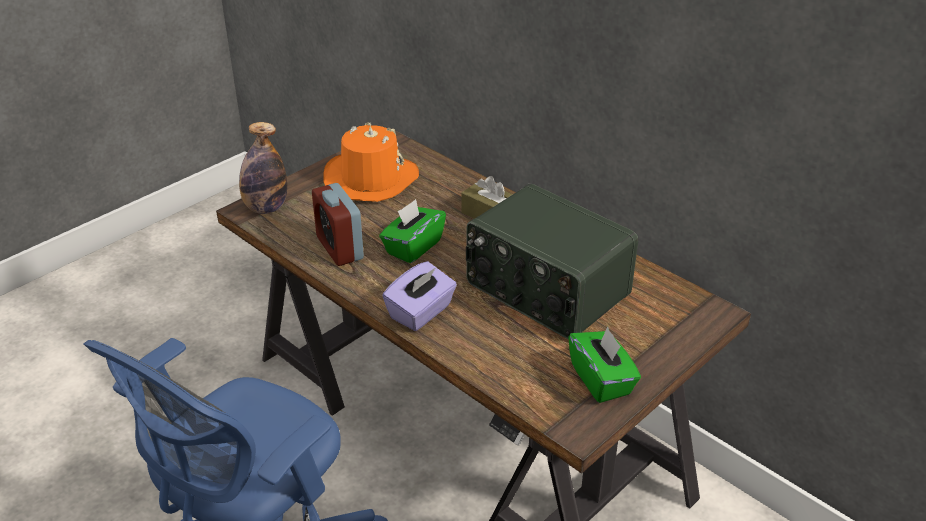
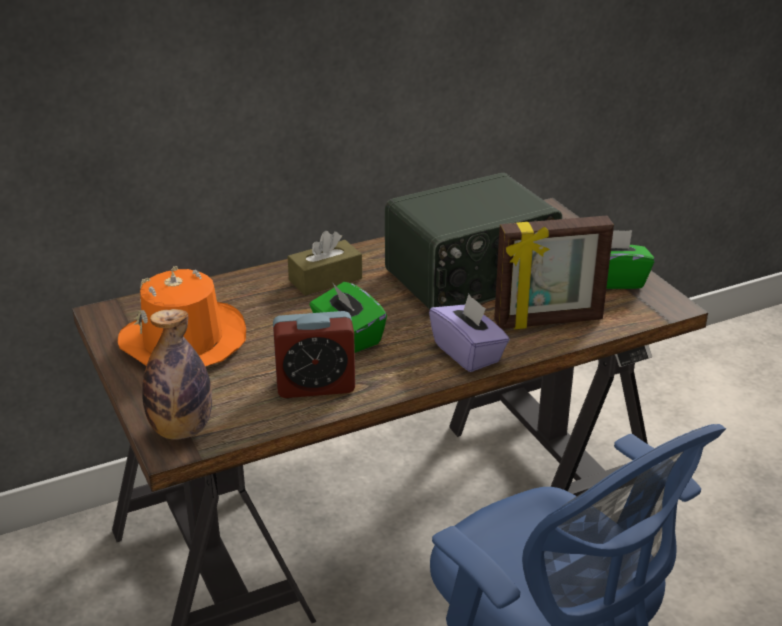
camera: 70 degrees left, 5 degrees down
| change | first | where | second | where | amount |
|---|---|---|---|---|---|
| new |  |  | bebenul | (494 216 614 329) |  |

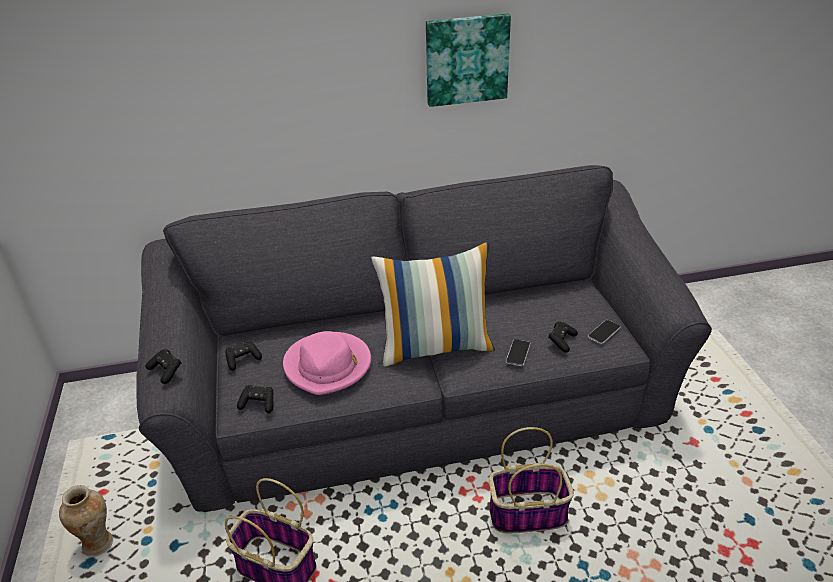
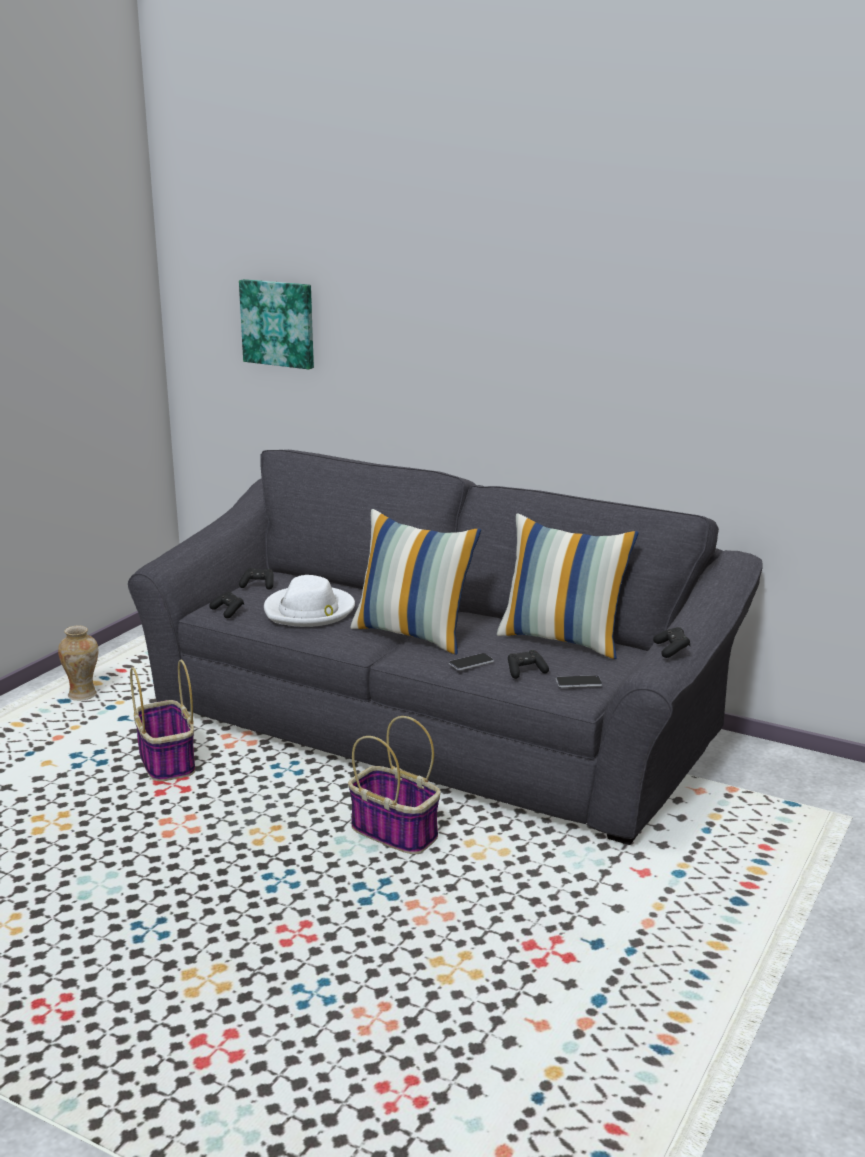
camera: 40 degrees right, 15 degrees down
| change | first | where | second | where | amount |
|---|---|---|---|---|---|
| shifted | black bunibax | (146 349 182 384) |  | (653 627 690 658) |  |
| repainted | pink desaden | (283 331 371 395) | white desaden | (264 575 355 627) |  |
| shifted | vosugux | (426 13 511 107) |  | (239 279 314 369) |  |
| new |  |  | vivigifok | (497 513 639 659) |  |

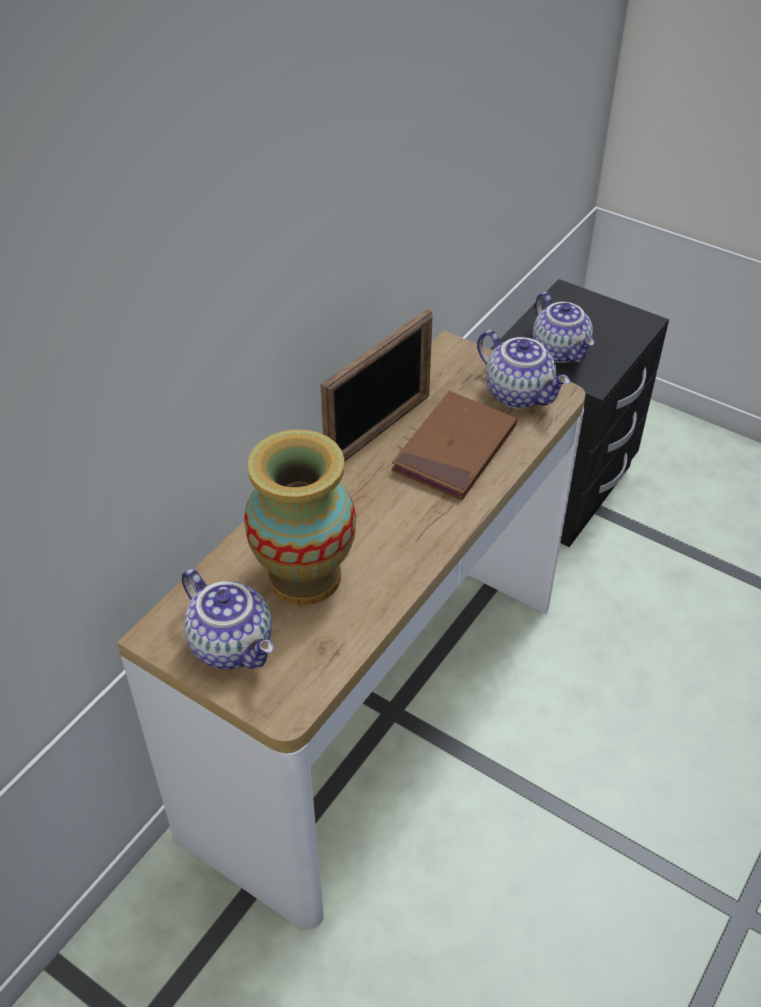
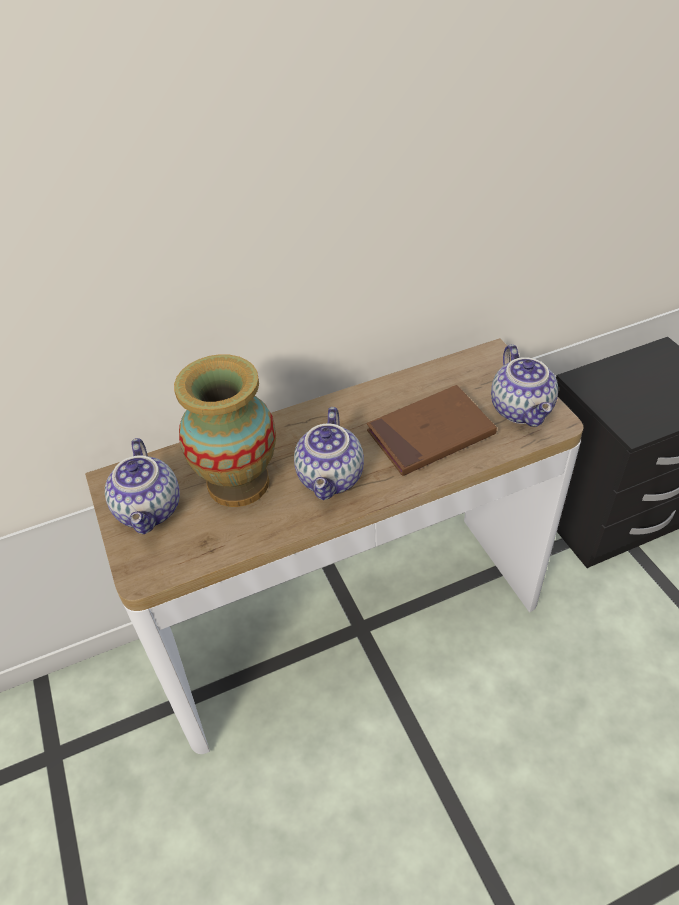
camera: 35 degrees right, 0 degrees up
| change | first | where | second | where | amount |
|---|---|---|---|---|---|
| gone | bebenul | (321 309 433 461) |  |  |  |
| shifted | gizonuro | (533 292 594 363) |  | (294 407 364 500) |  |

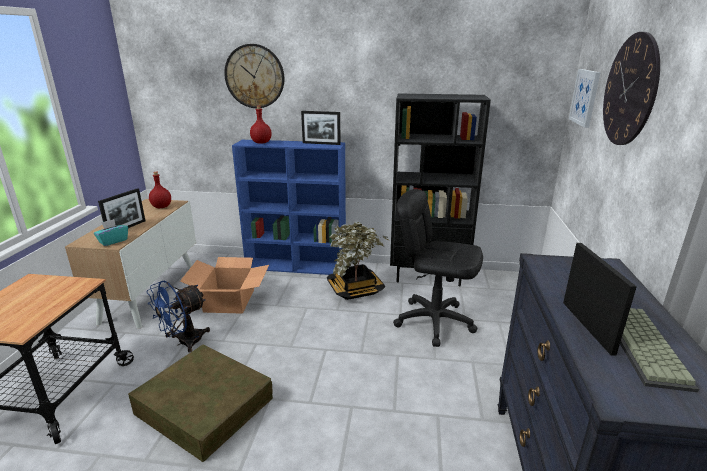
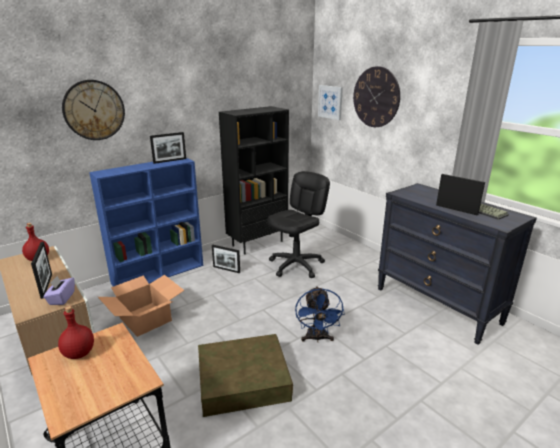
camera: 45 degrees left, 0 degrees up
| change | first | where | second | where | amount |
|---|---|---|---|---|---|
| repainted | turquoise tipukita | (94 219 128 246) | purple tipukita | (43 276 75 305) |  |
| shifted | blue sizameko | (146 280 210 352) |  | (295 286 345 343) |  |
| shifted | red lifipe | (250 106 272 144) |  | (58 306 94 359) |  |
| swapped | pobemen | (327 222 389 300) | bebenul | (212 245 240 273) |  |
| rotated | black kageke | (393 189 483 347) |  | (267 171 330 278) | 150 degrees clockwise |

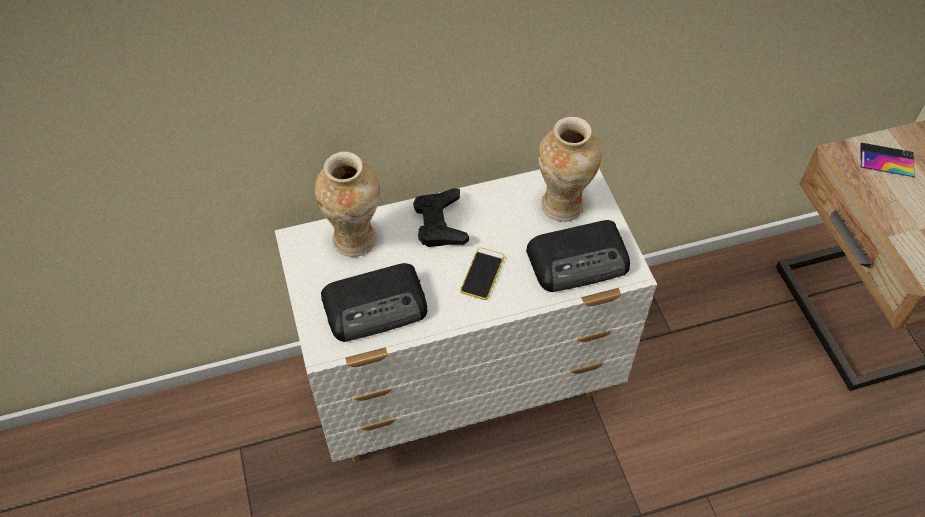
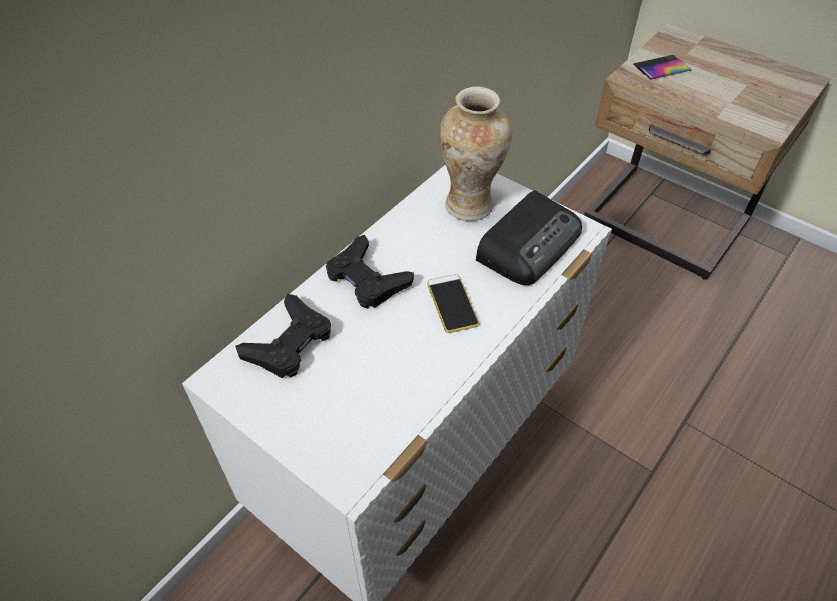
camera: 35 degrees left, 5 degrees down
| change | first | where | second | where | amount |
|---|---|---|---|---|---|
| swapped | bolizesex | (315 152 380 257) | black bunibax | (235 294 331 378) |  |
| gone | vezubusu | (321 263 427 342) |  |  |  |

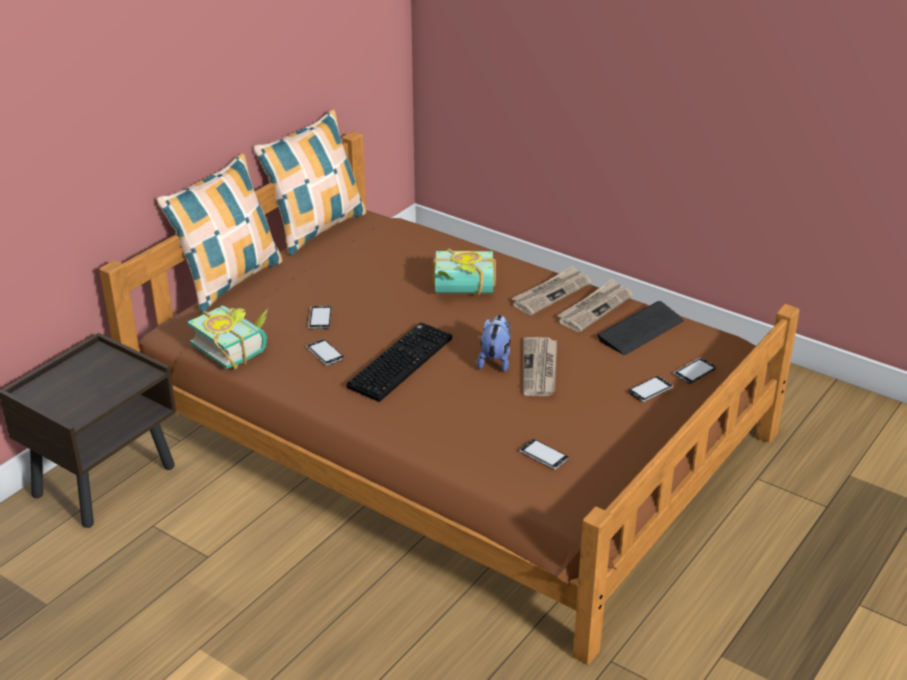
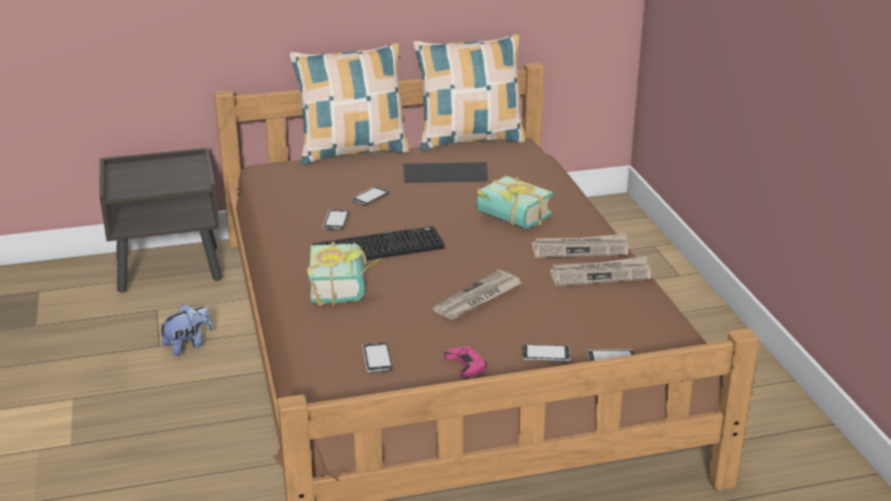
camera: 40 degrees right, 5 degrees down
| change | first | where | second | where | amount |
|---|---|---|---|---|---|
| shifted | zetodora | (187 306 268 369) |  | (307 241 381 306) |  |
| shifted | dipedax | (477 315 511 372) |  | (159 305 213 356) |  |
| shifted | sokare | (597 301 684 355) |  | (403 162 488 183) |  |
| new |  |  | pink bunibax | (445 347 487 378) |  |

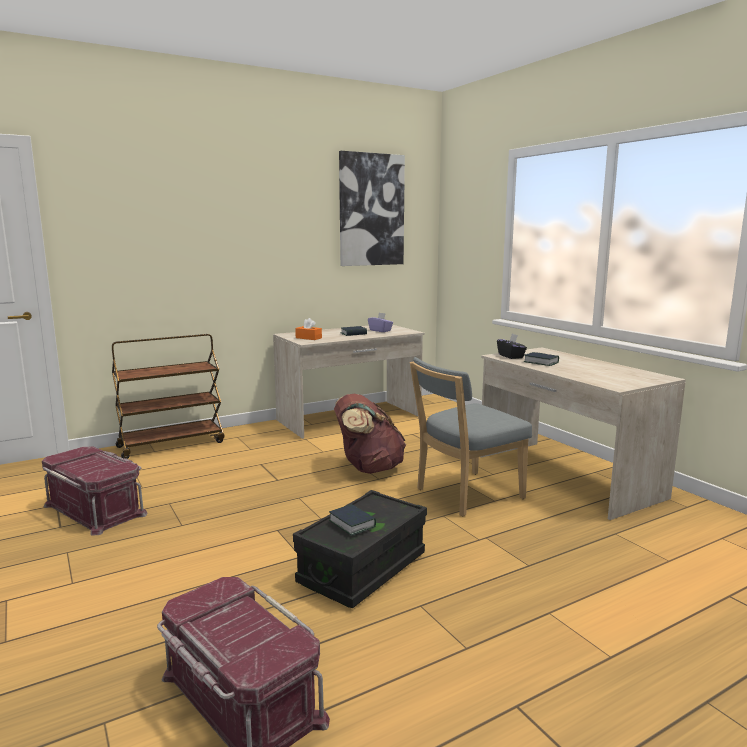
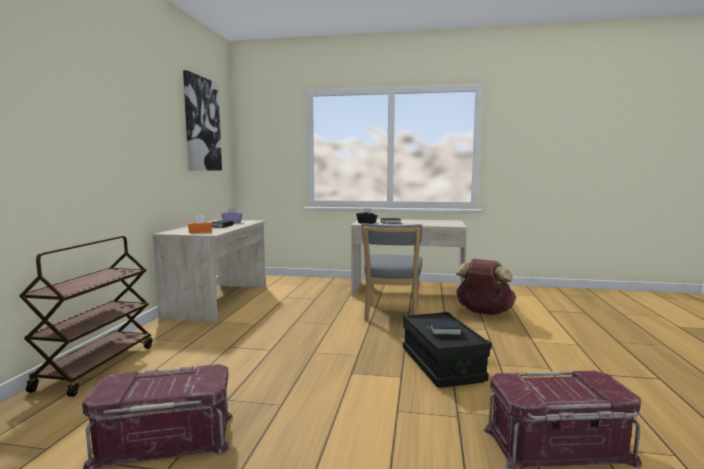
camera: 50 degrees left, 5 degrees down
| change | first | where | second | where | amount |
|---|---|---|---|---|---|
| shifted | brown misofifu | (334 394 406 474) |  | (456 259 516 315) |  |

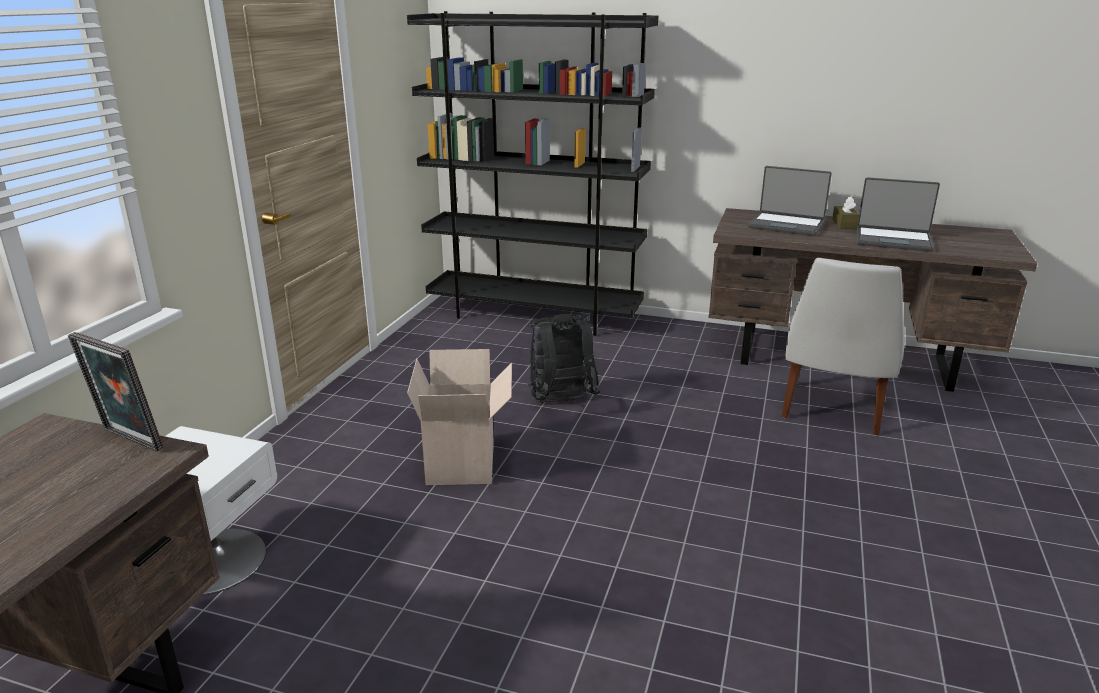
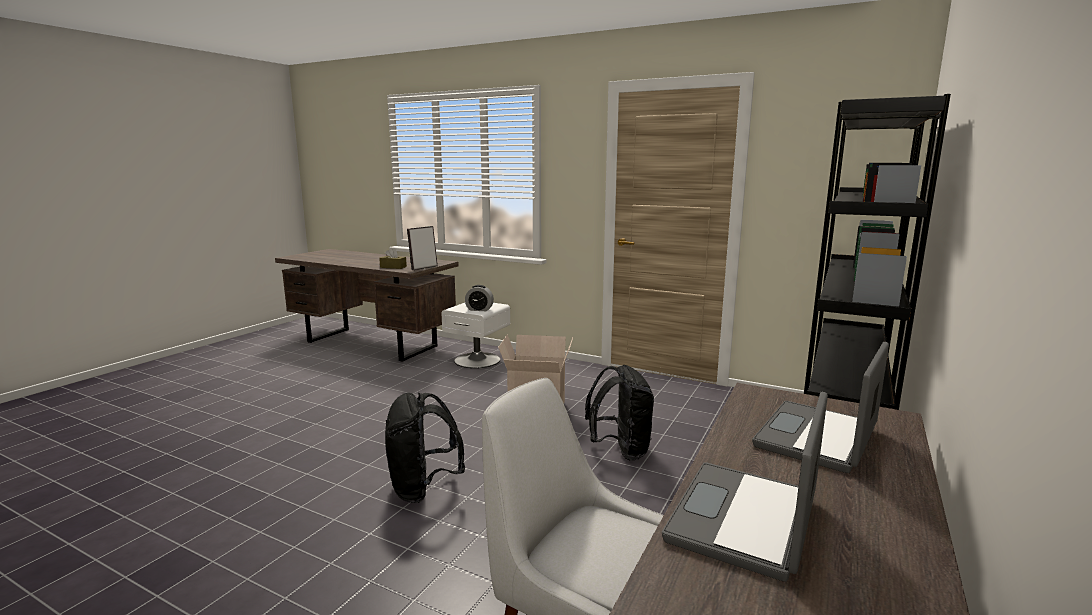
camera: 100 degrees right, 10 degrees down
| change | first | where | second | where | amount |
|---|---|---|---|---|---|
| shifted | brown tipukita | (832 196 859 229) |  | (379 248 407 269) |  |
| new |  |  | black misofifu | (385 393 465 503) |  |
| new |  |  | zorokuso | (465 285 494 311) |  |

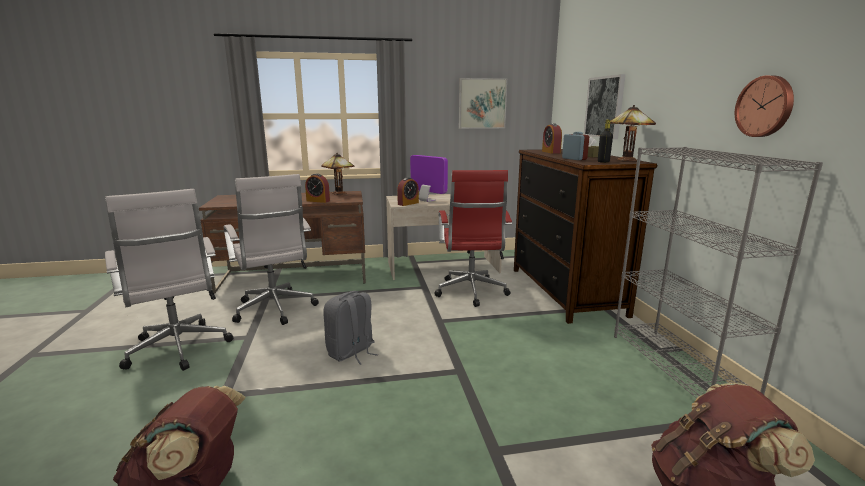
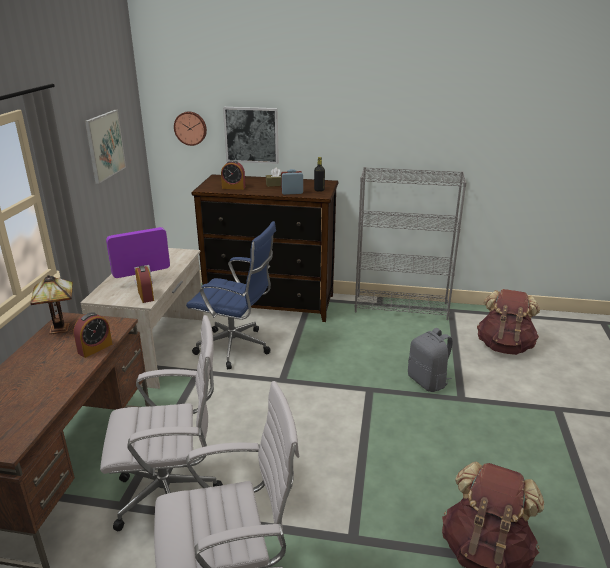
camera: 70 degrees left, 10 degrees up
| change | first | where | second | where | amount |
|---|---|---|---|---|---|
| shifted | grey misofifu | (324 291 378 365) |  | (408 328 453 392) |  |
| repainted | red kageke | (434 170 512 307) | blue kageke | (186 221 276 370) |  |
| gone | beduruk | (610 105 656 161) |  |  |  |
| shifted | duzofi | (735 75 794 137) |  | (174 111 207 146) |  |

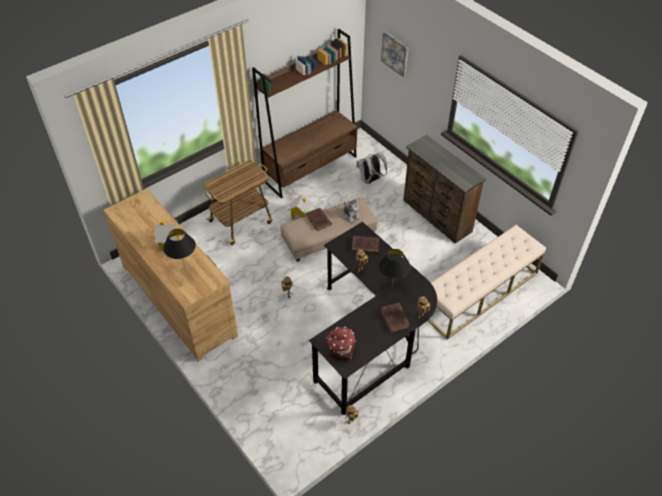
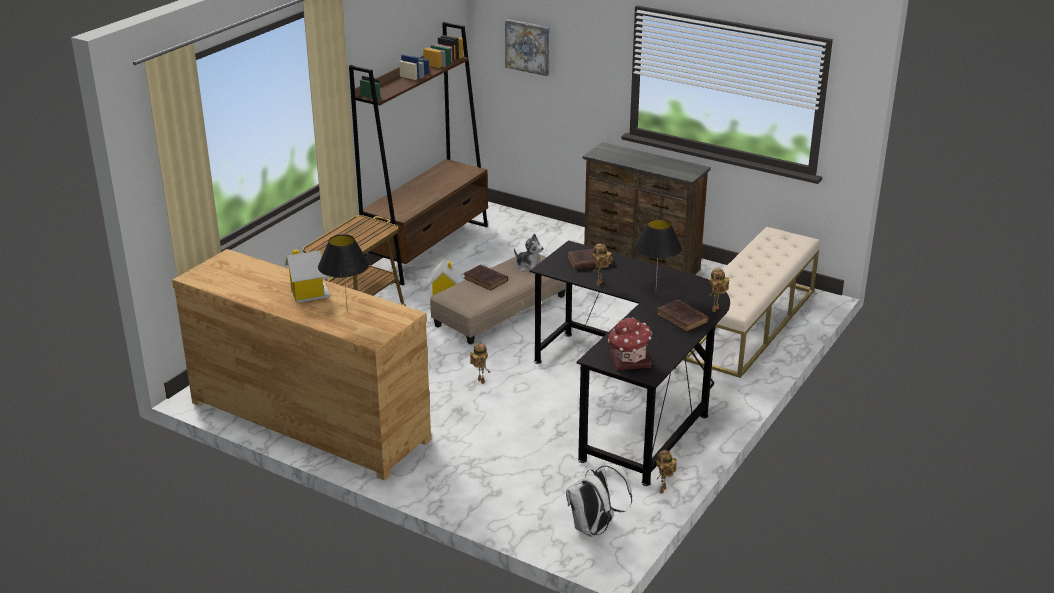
camera: 20 degrees left, 20 degrees down
| change | first | where | second | where | amount |
|---|---|---|---|---|---|
| shifted | white misofifu | (357 152 387 184) |  | (566 462 632 537) |  |

